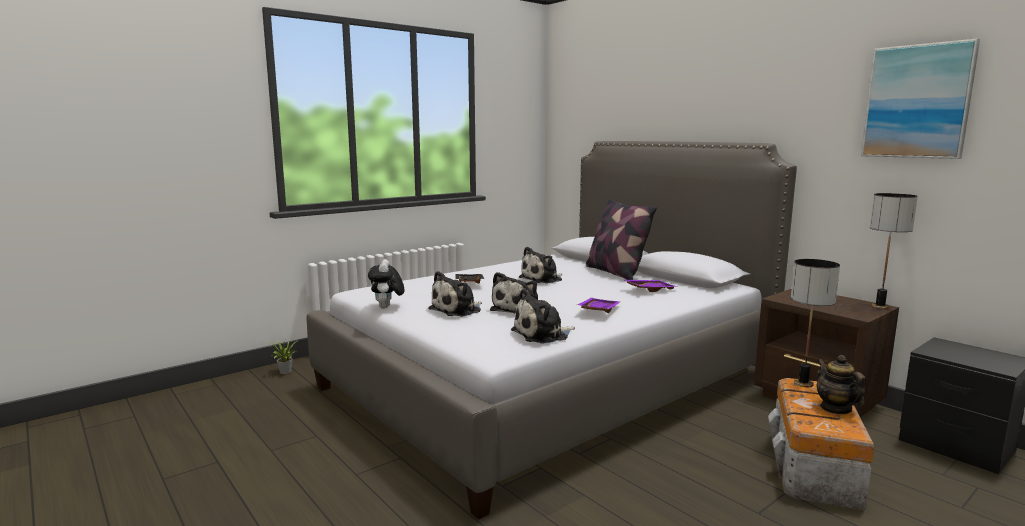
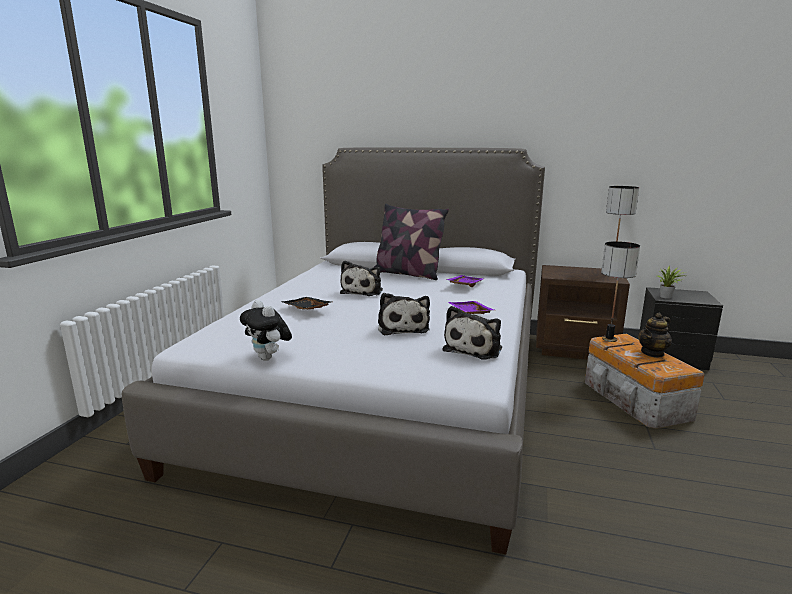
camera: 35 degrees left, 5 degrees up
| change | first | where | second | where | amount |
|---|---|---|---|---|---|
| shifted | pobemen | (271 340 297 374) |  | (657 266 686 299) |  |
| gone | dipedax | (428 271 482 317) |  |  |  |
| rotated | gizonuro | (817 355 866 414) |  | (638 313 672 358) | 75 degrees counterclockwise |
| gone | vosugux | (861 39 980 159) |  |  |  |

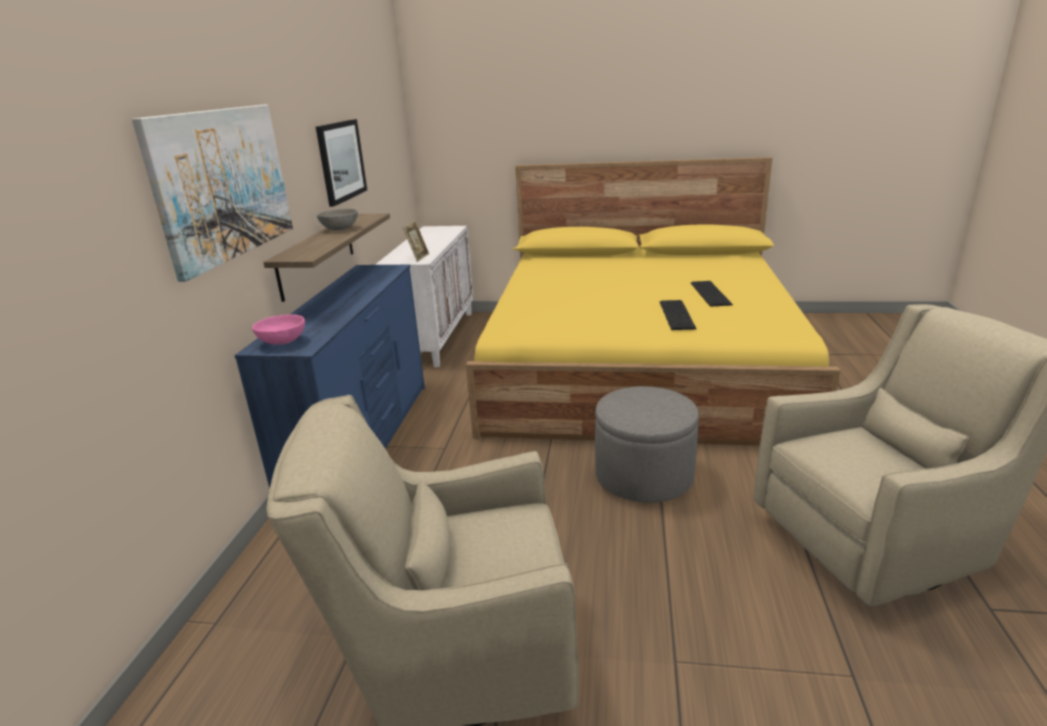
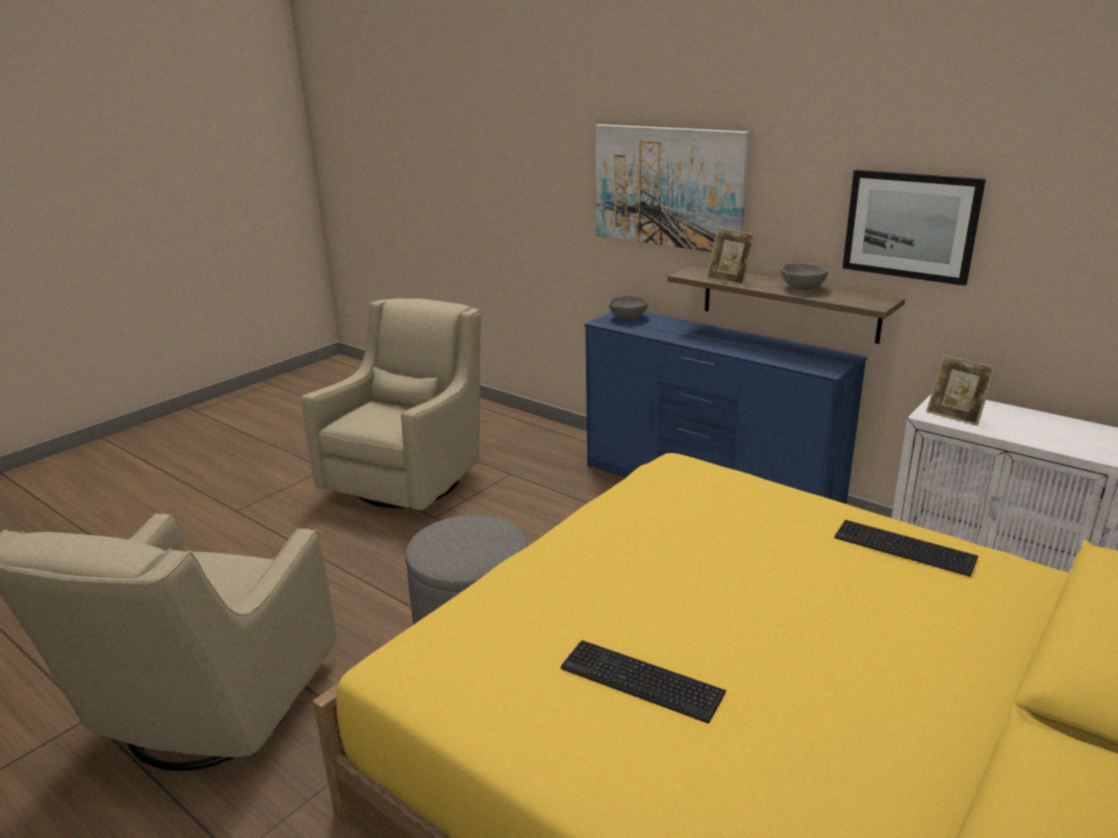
camera: 120 degrees right, 0 degrees up
| change | first | where | second | where | amount |
|---|---|---|---|---|---|
| repainted | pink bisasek | (252 314 305 345) | grey bisasek | (609 296 649 320) |  |
| shifted | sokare | (660 300 697 330) |  | (834 520 978 577) |  |
| new |  |  | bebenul | (706 228 756 286) |  |

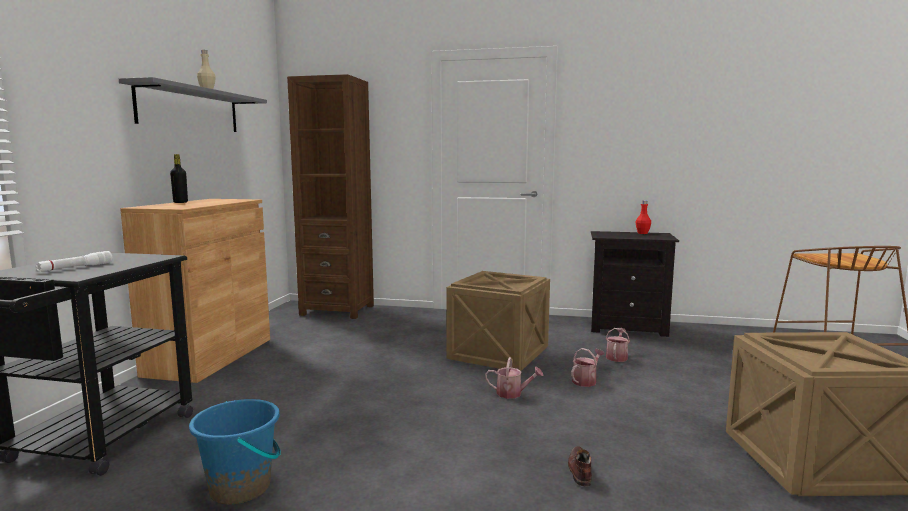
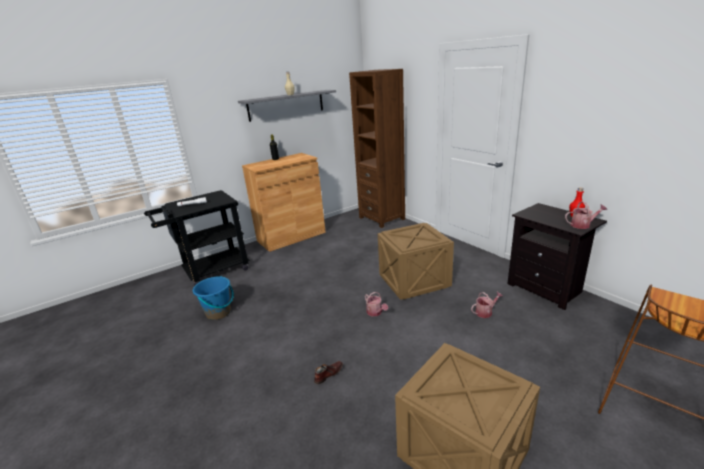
camera: 45 degrees right, 15 degrees up
| change | first | where | second | where | amount |
|---|---|---|---|---|---|
| shifted | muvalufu | (571 348 605 387) |  | (565 201 607 229) |  |

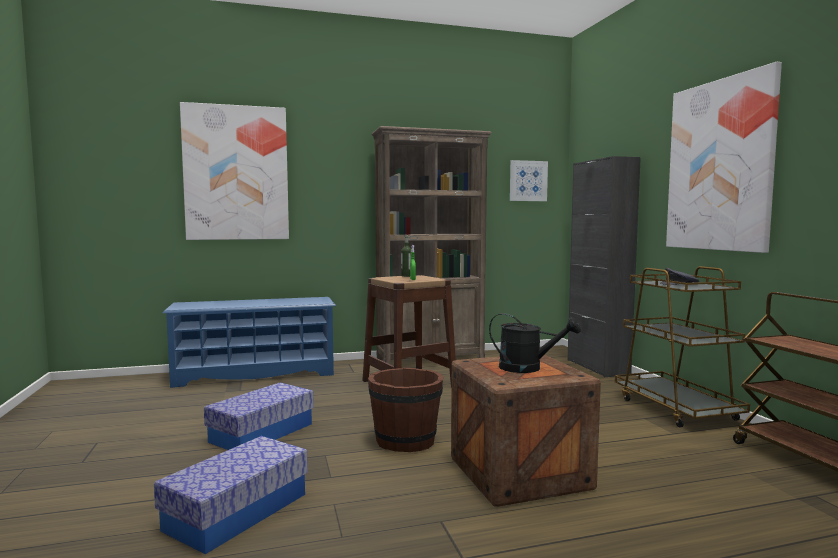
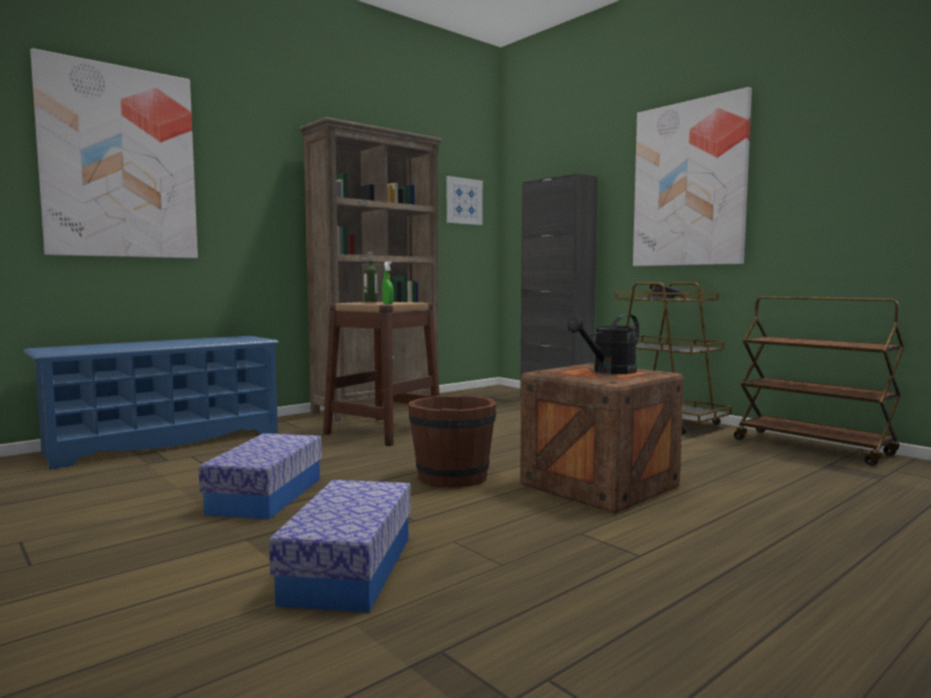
camera: 25 degrees left, 0 degrees up
| change | first | where | second | where | amount |
|---|---|---|---|---|---|
| rotated | black muvalufu | (489 313 581 373) |  | (567 314 639 374) | 150 degrees clockwise |

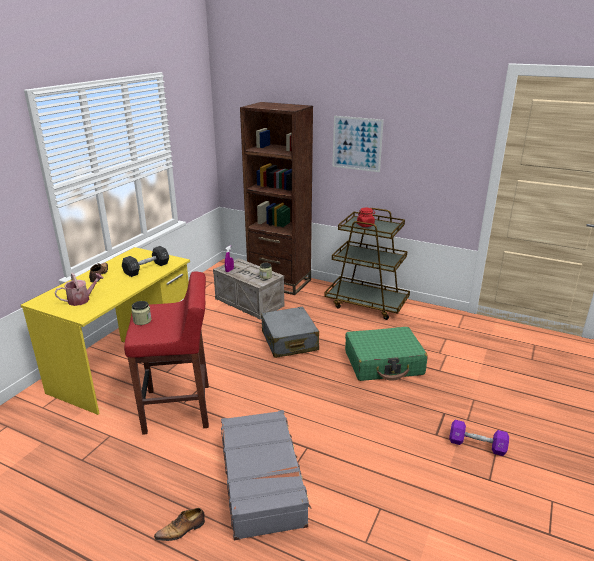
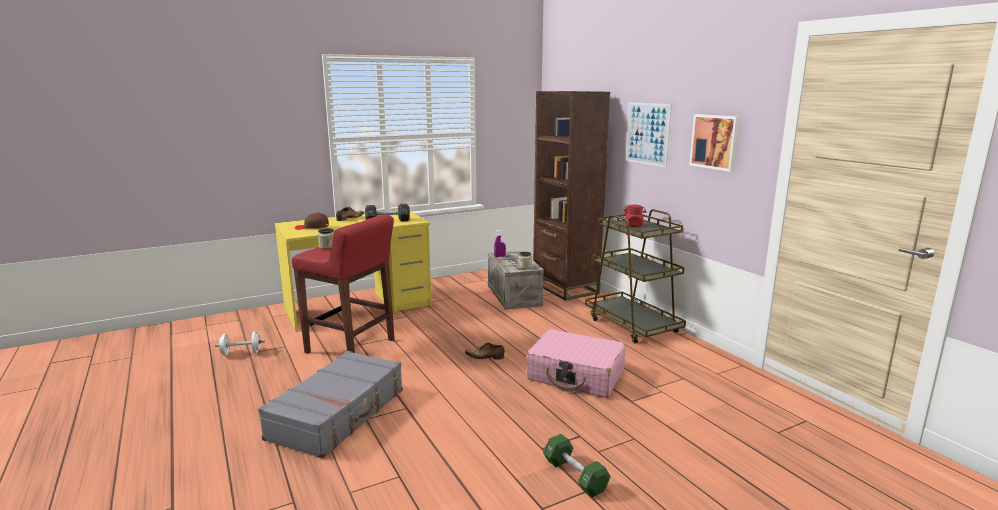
camera: 35 degrees right, 10 degrees down
| change | first | where | second | where | amount |
|---|---|---|---|---|---|
| swapped | muvalufu | (54 273 104 306) | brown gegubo | (295 212 329 230) |  |
| shifted | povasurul | (154 508 205 541) |  | (465 342 505 360) |  |
| gone | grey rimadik | (261 307 319 358) |  |  |  |
| repainted | green rimadik | (345 327 428 381) | pink rimadik | (526 329 626 398) |  |
| repainted | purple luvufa | (449 420 509 456) | green luvufa | (543 434 611 497) |  |
| new |  |  | white luvufa | (215 331 265 356) |  |
| new |  |  | vosugux | (689 114 741 172) |  |

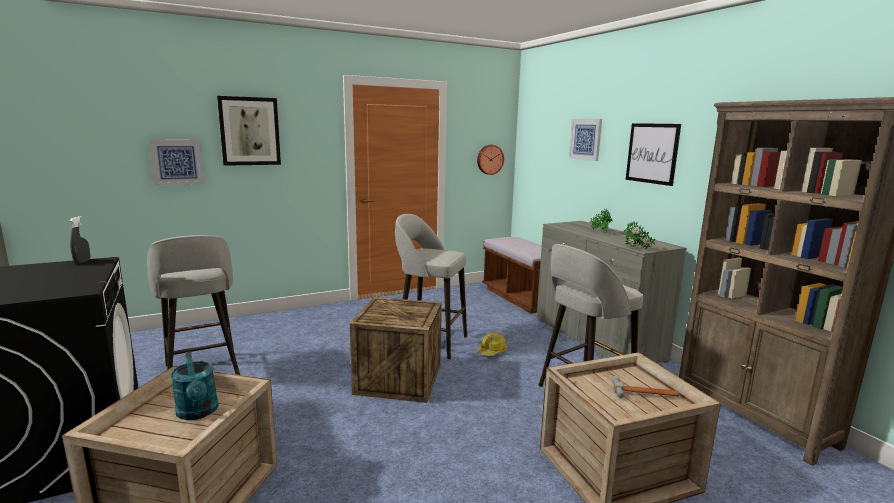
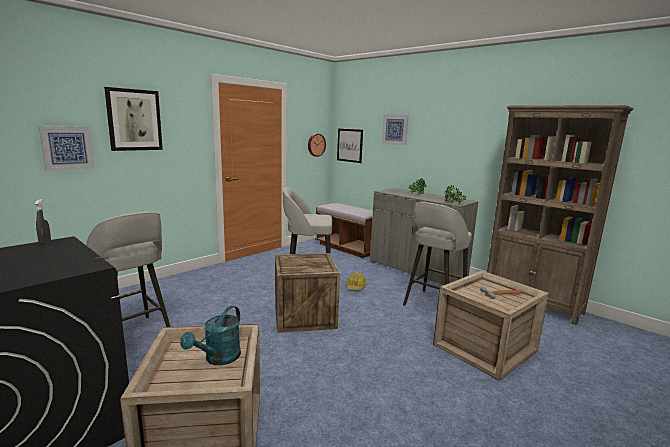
camera: 20 degrees left, 0 degrees up
| change | first | where | second | where | amount |
|---|---|---|---|---|---|
| rotated | turquoise muvalufu | (170 351 219 420) |  | (180 306 241 365) | 75 degrees clockwise |
| shifted | vosugux | (626 123 681 186) |  | (337 129 363 163) |  |

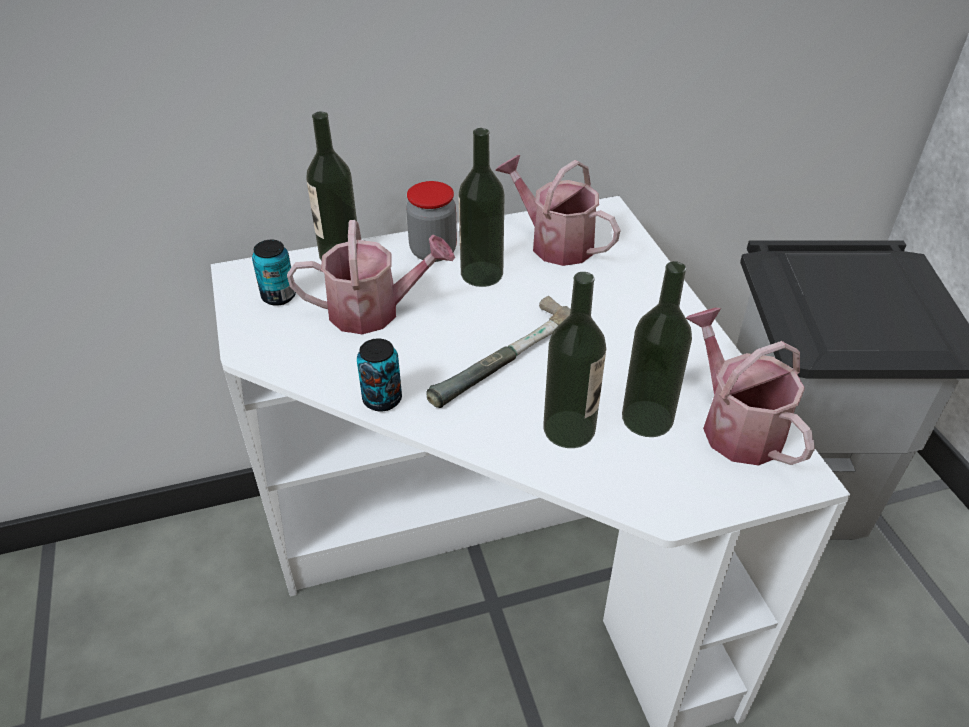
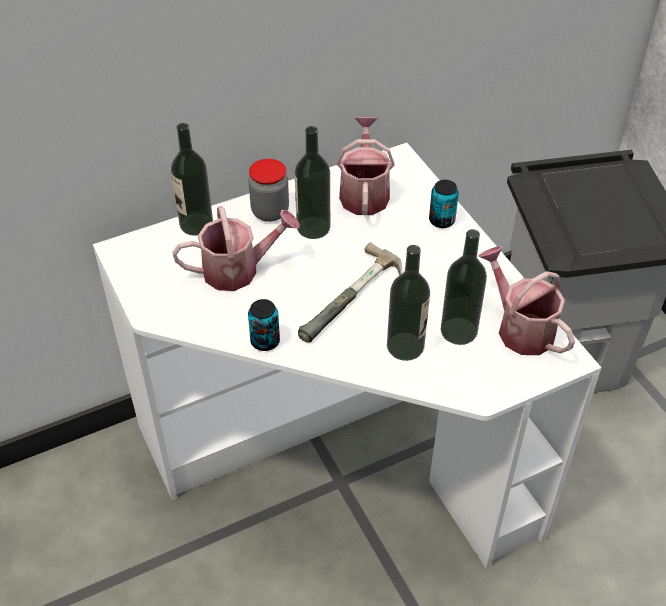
camera: 10 degrees left, 5 degrees up
| change | first | where | second | where | amount |
|---|---|---|---|---|---|
| shifted | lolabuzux | (252 240 296 306) |  | (429 180 459 228) |  |
| rotated | muvalufu | (495 155 621 266) |  | (337 117 394 215) | 60 degrees clockwise |

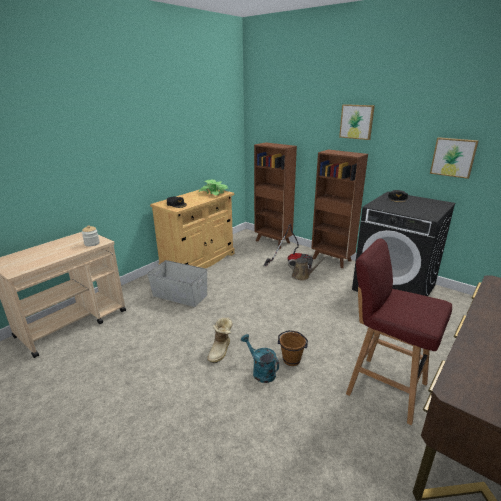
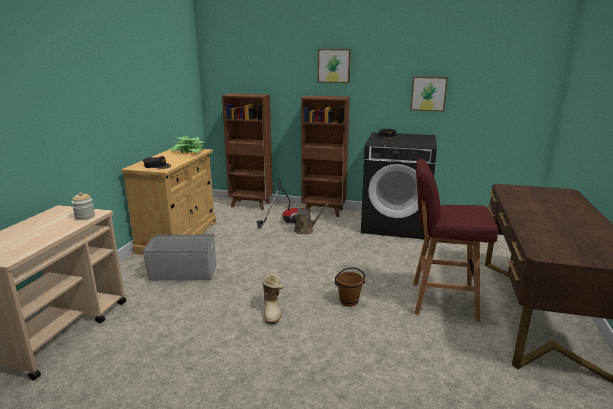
camera: 25 degrees left, 5 degrees down
| change | first | where | second | where | amount |
|---|---|---|---|---|---|
| gone | turquoise muvalufu | (241 334 279 383) |  |  |  |

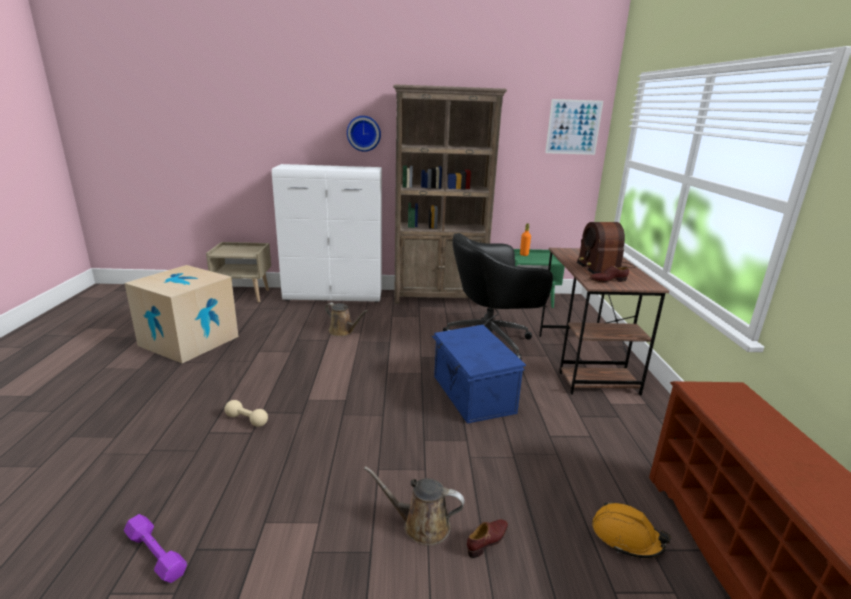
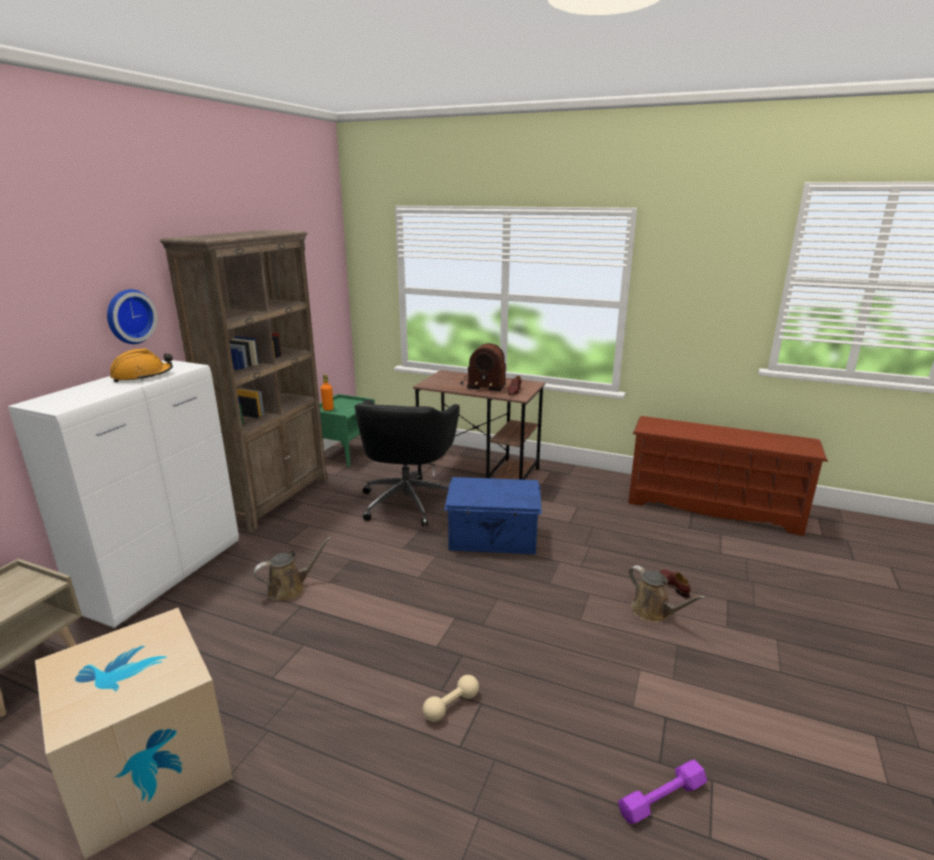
camera: 65 degrees left, 0 degrees up
| change | first | where | second | where | amount |
|---|---|---|---|---|---|
| rotated | brown muvalufu | (364 466 465 546) |  | (628 565 706 622) | 75 degrees counterclockwise |
| gone | vosugux | (545 99 603 155) |  |  |  |
| shifted | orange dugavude | (592 502 671 558) |  | (110 348 173 382) |  |

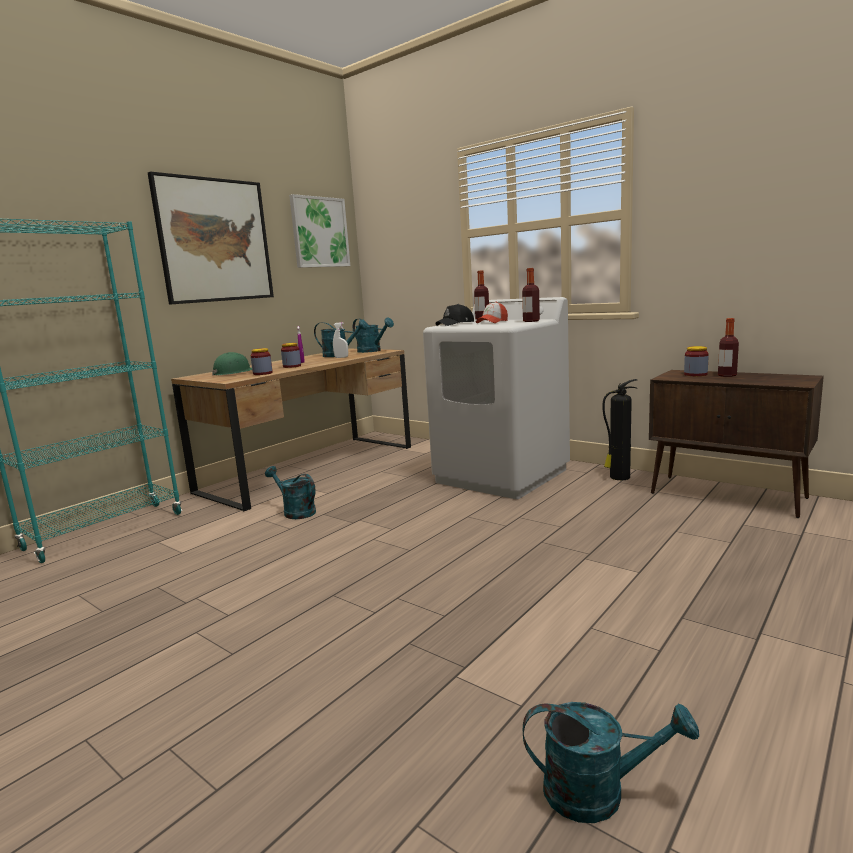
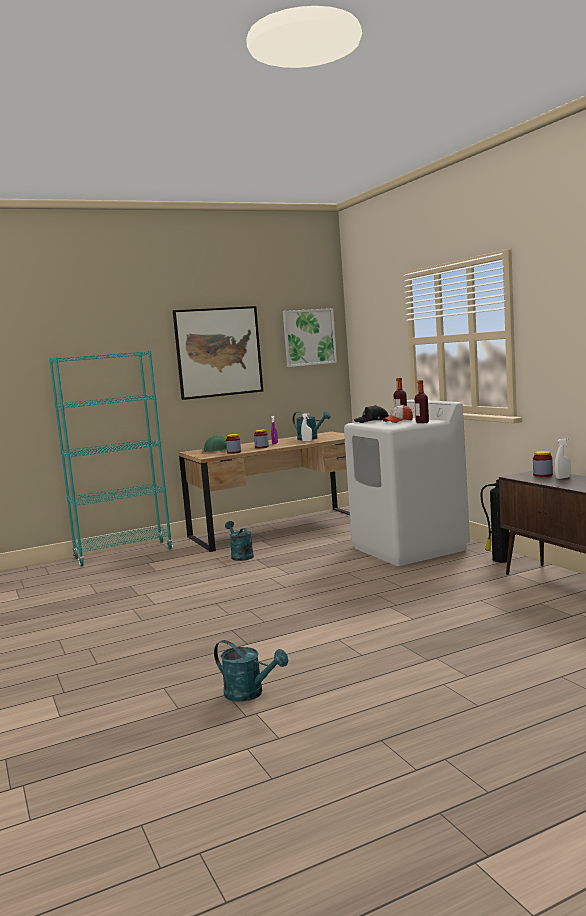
camera: 25 degrees right, 5 degrees down
| change | first | where | second | where | amount |
|---|---|---|---|---|---|
| gone | turquoise muvalufu | (353 317 394 353) |  |  |  |
| swapped | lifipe | (718 318 739 377) | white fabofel | (555 438 571 479) |  |

